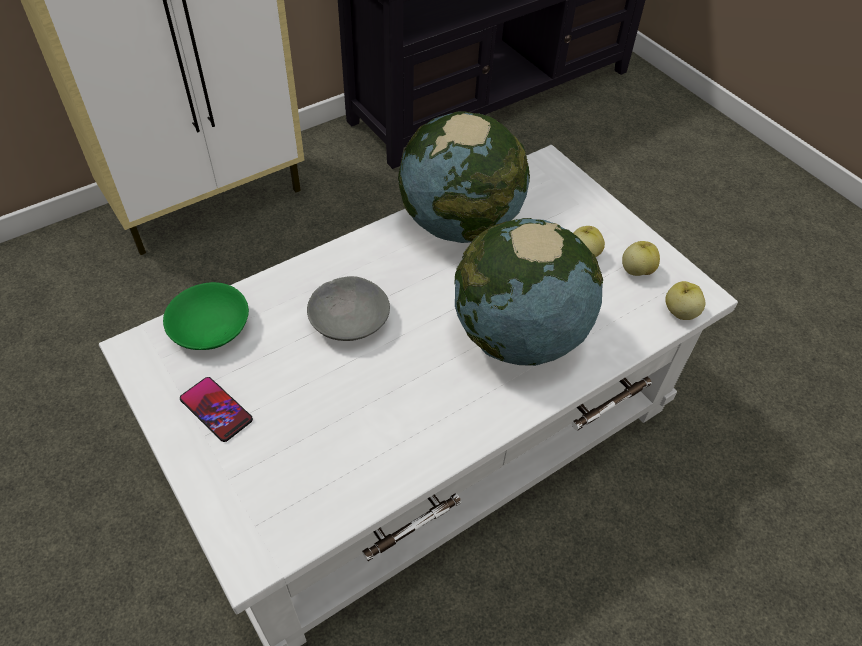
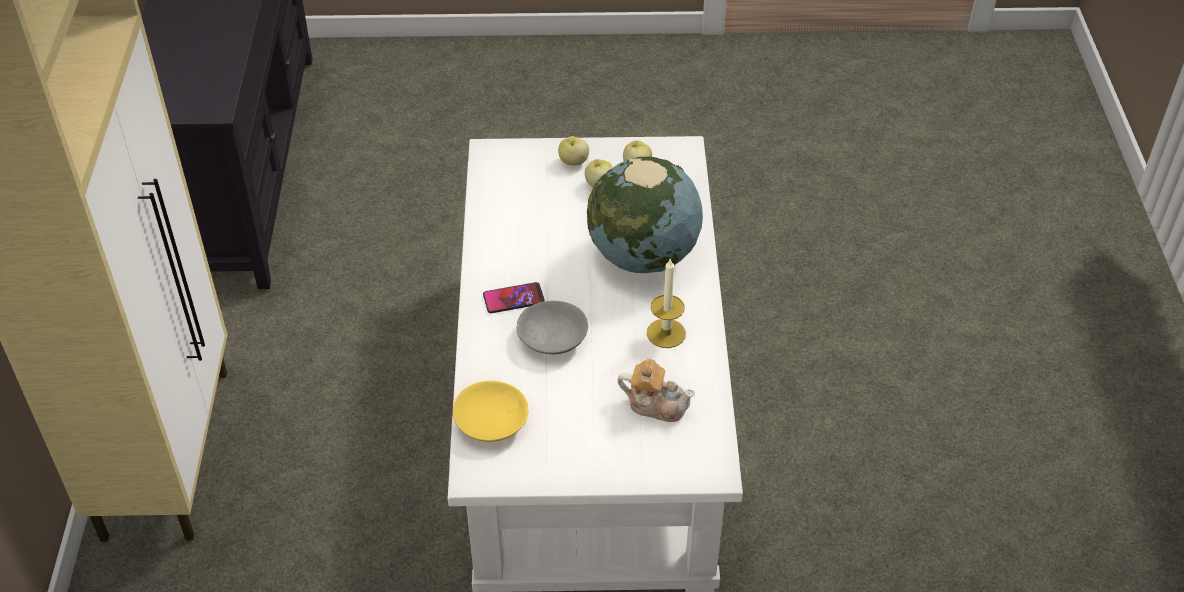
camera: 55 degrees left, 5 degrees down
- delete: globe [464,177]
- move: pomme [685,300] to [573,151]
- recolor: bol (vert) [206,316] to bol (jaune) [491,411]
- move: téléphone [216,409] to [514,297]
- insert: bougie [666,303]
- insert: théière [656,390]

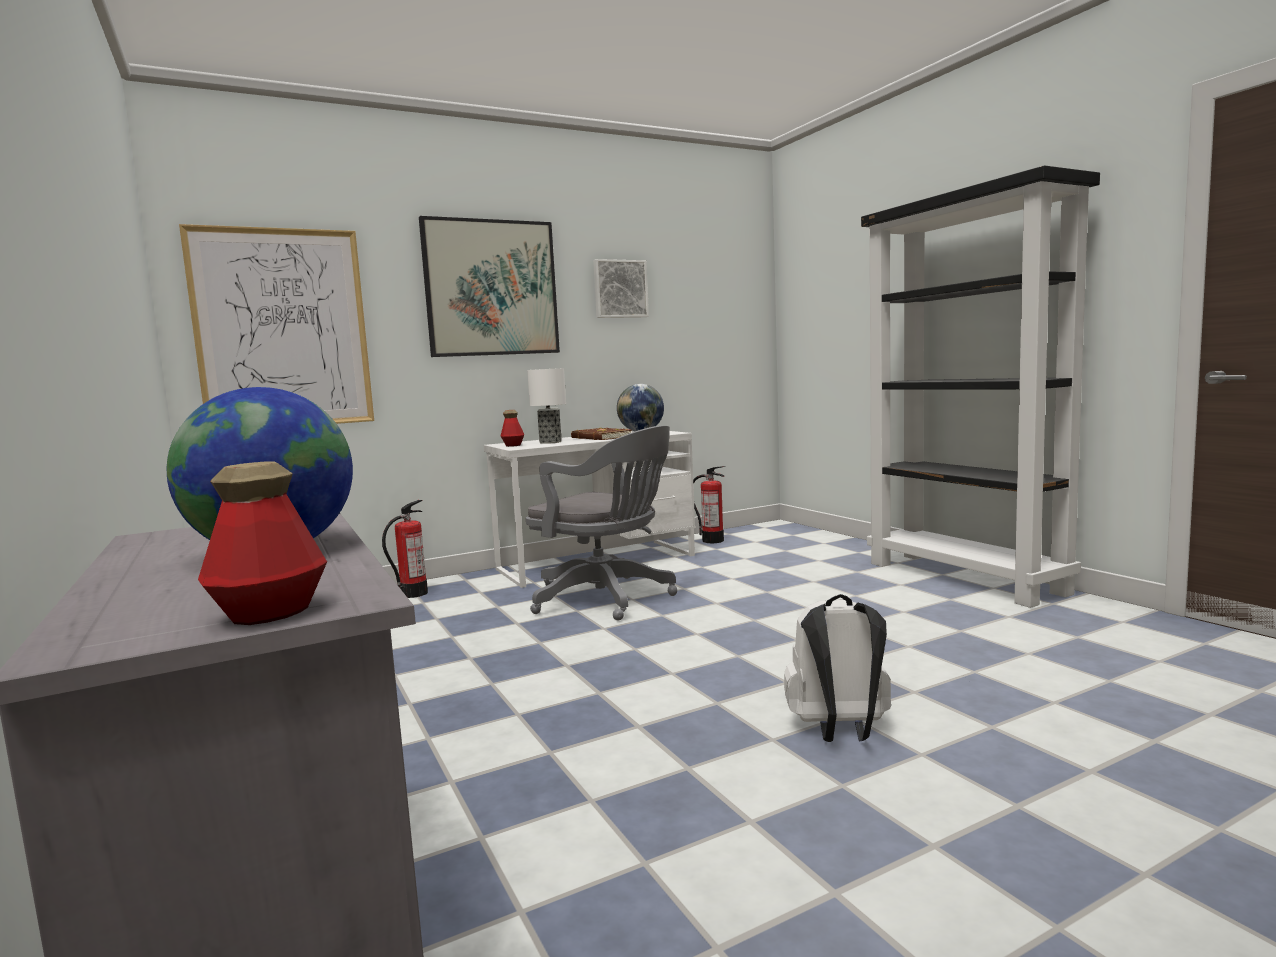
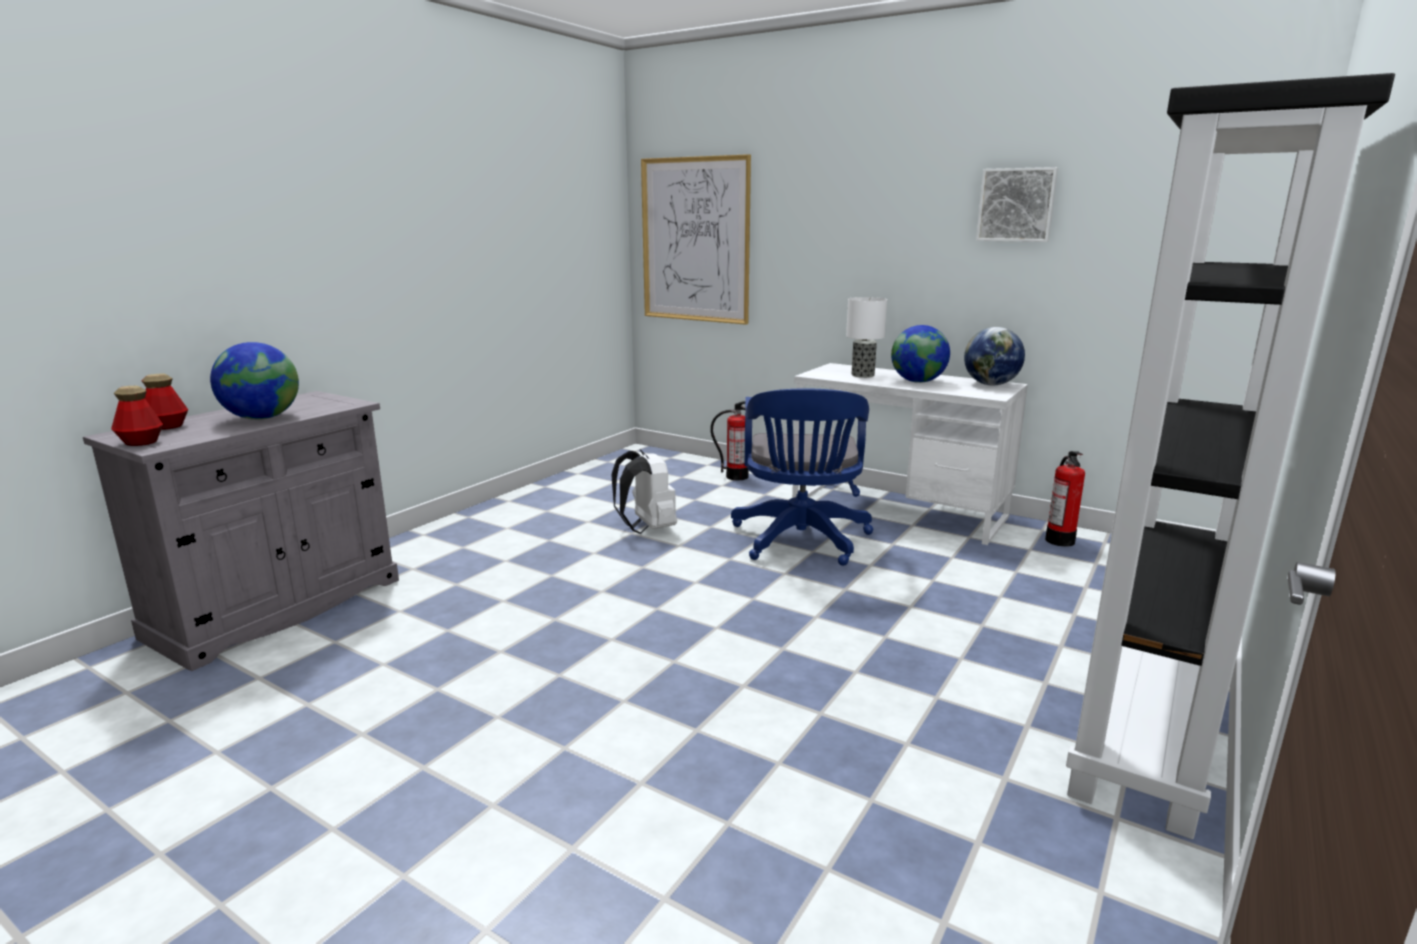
camera: 60 degrees right, 10 degrees up
- delete: tableau [489,286]
- move: bouteille [512,428] to [164,402]
- recolor: chaise de bureau (gris) [602,523] to chaise de bureau (bleu) [802,477]
- replace: livre (marron) [601,433] to globe [920,354]
- move: sac à dos (blanc) [837,668] to [644,491]

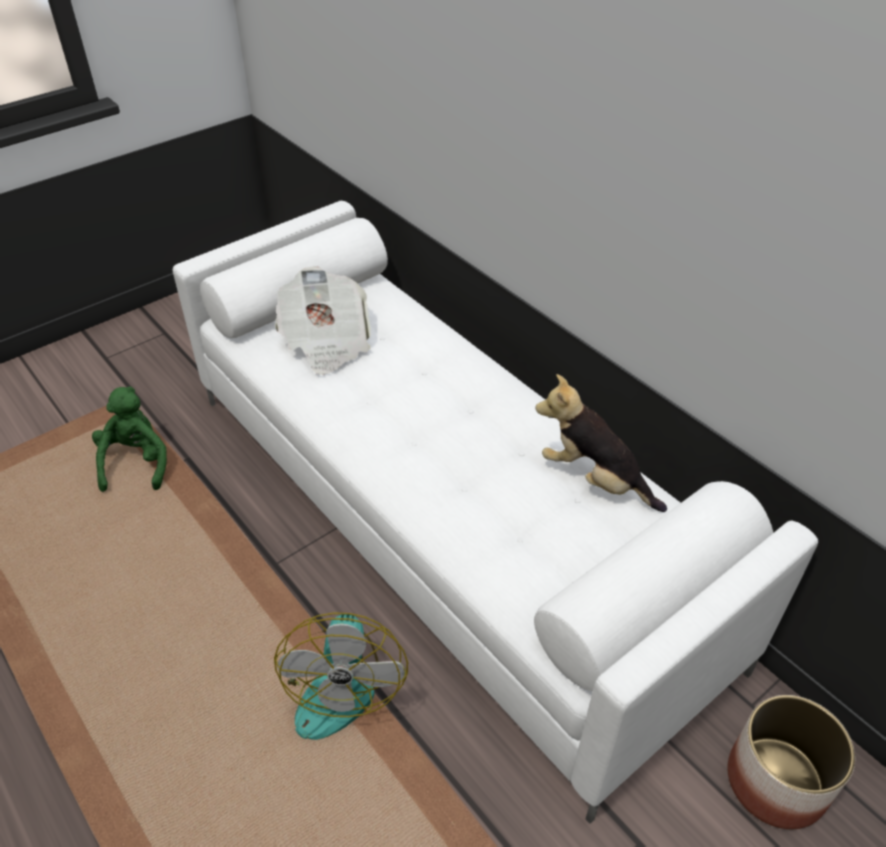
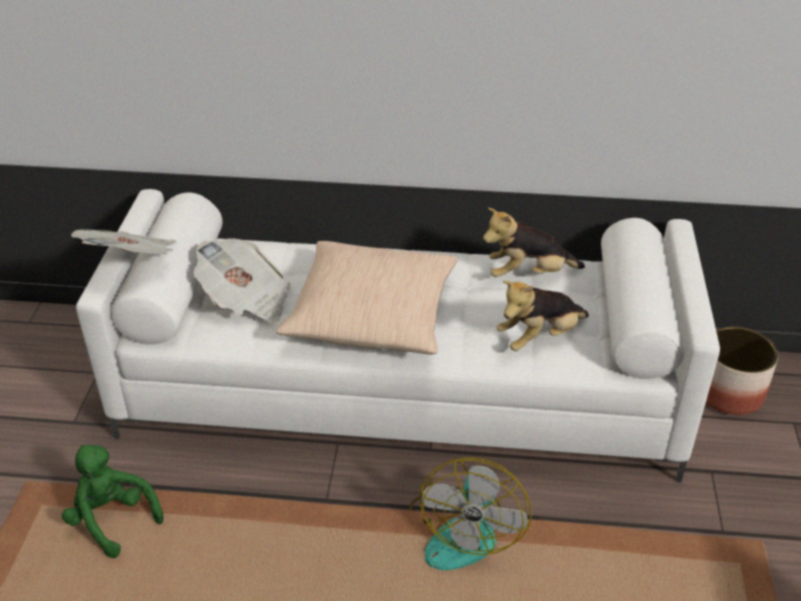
camera: 45 degrees left, 5 degrees down
- rotate: ventilateur [341,676] = [470,513] 60 degrees clockwise
- insert: journal [124,242]
- insert: coussin (beige) [367,298]
- insert: peluche [543,316]

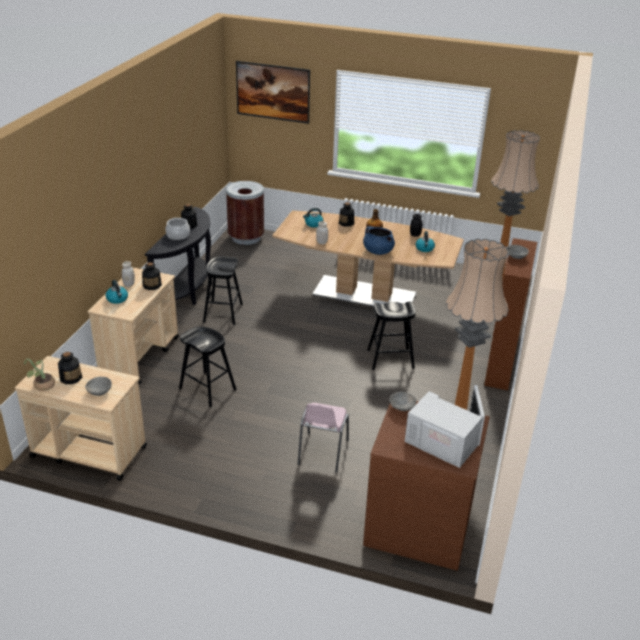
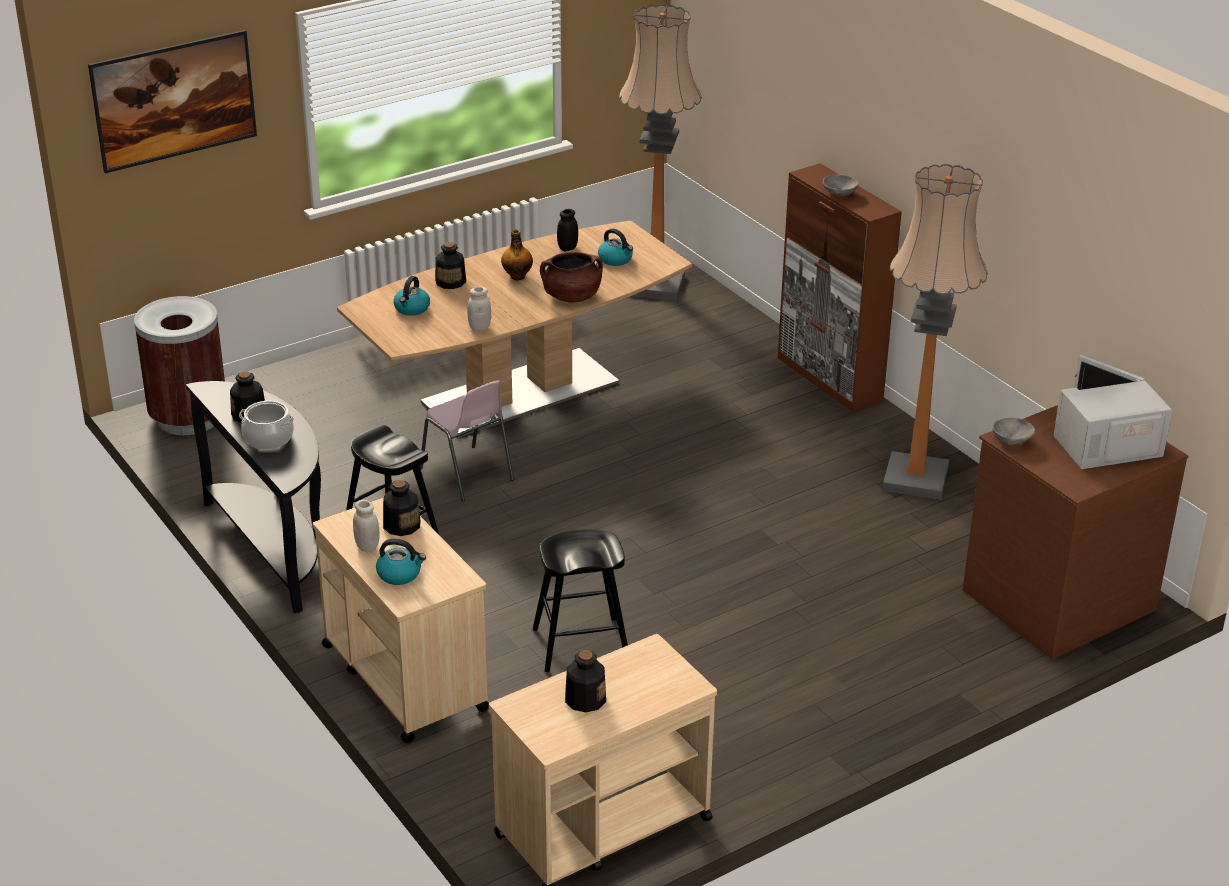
camera: 50 degrees left, 0 degrees up
- recolor: marmite (bleu) [379,240] to marmite (marron) [571,277]
- delete: tabouret (noir) [391,335]
- delete: plante en pot [39,375]
- delete: bol (gris) [98,386]
- move: chaise (rose) [323,437] to [467,440]

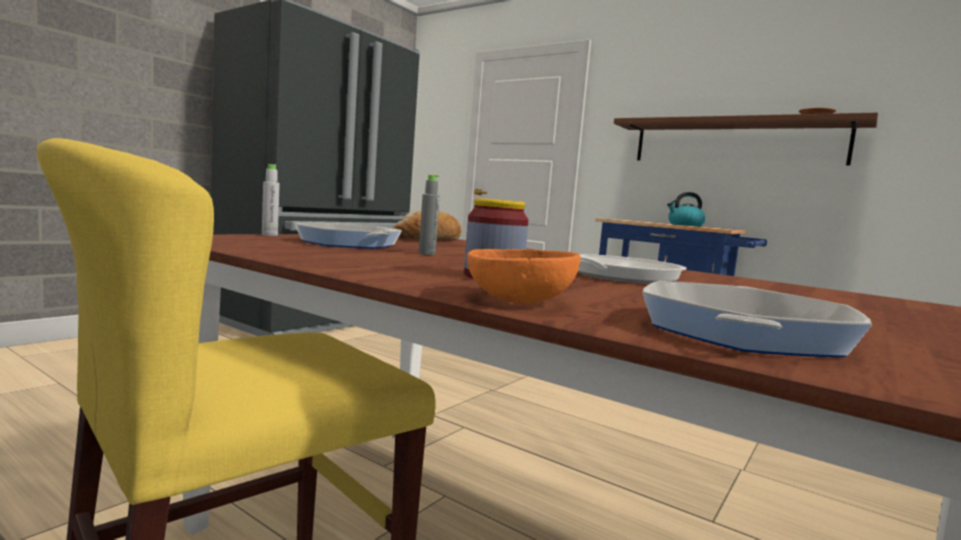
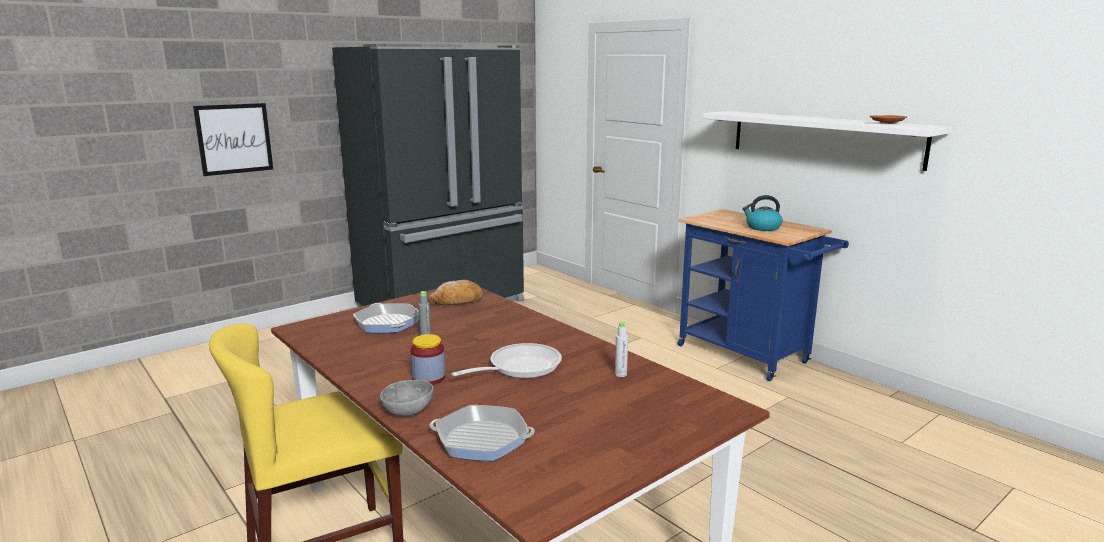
camera: 15 degrees right, 10 degrees up
- recolor: étagère (marron) [746,139] to étagère (blanc) [827,141]
- move: bouteille (gris) [271,200] to [621,349]
- recolor: bol (orange) [524,276] to bol (gris) [407,398]
- rotate: poêle [757,319] = [482,433] 60 degrees clockwise
- insert: tableau [233,139]

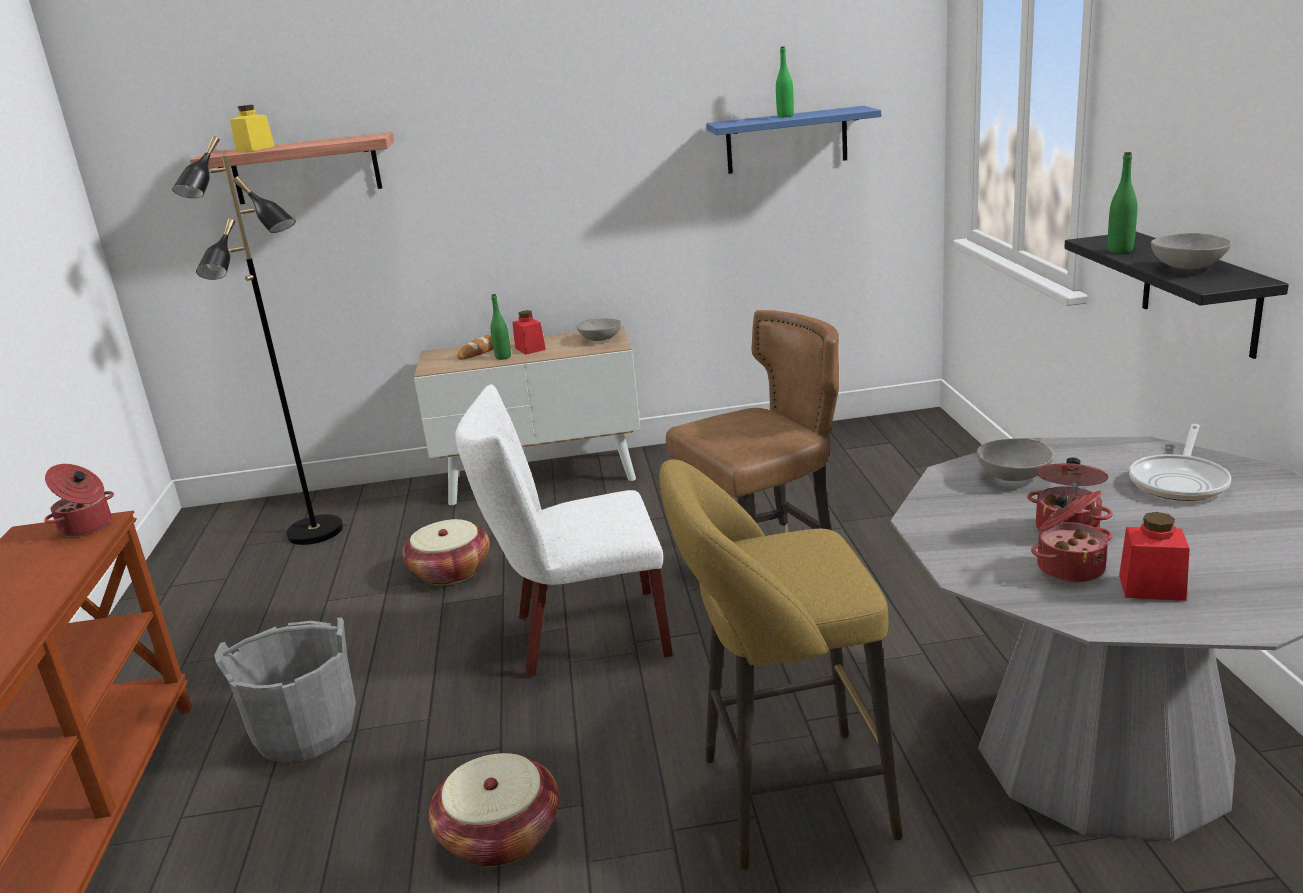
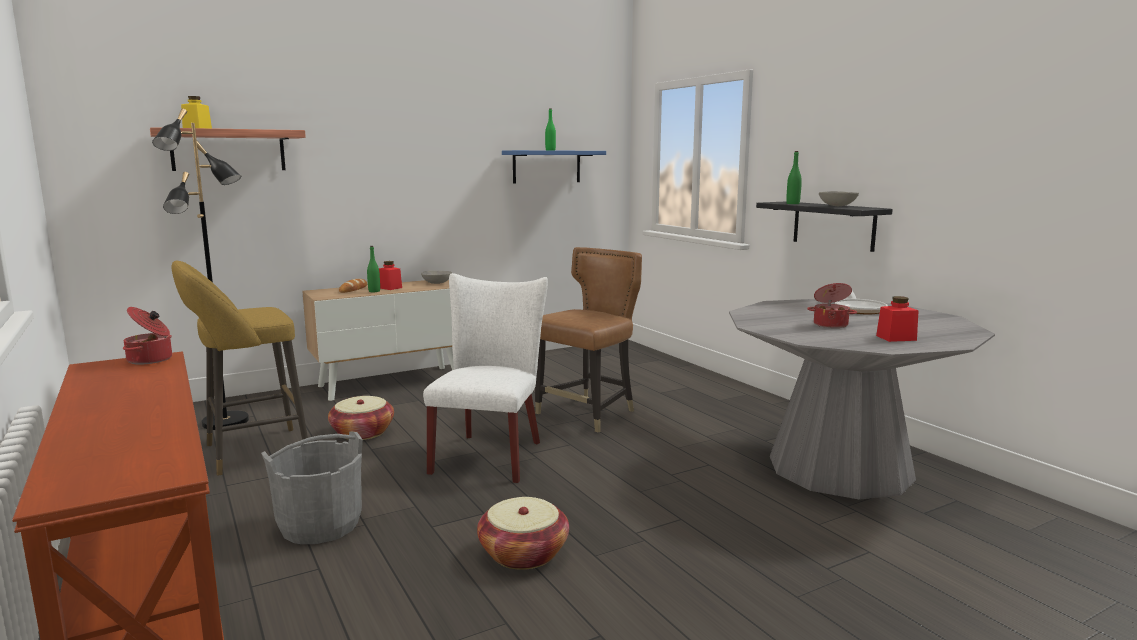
camera: 25 degrees left, 10 degrees down
- rotate: chaise (blanc) [564,531] = [485,378] 135 degrees clockwise
- delete: bol (gris) [1015,459]
- move: tabouret (jaune) [781,664] to [240,368]
- delete: marmite [1072,536]

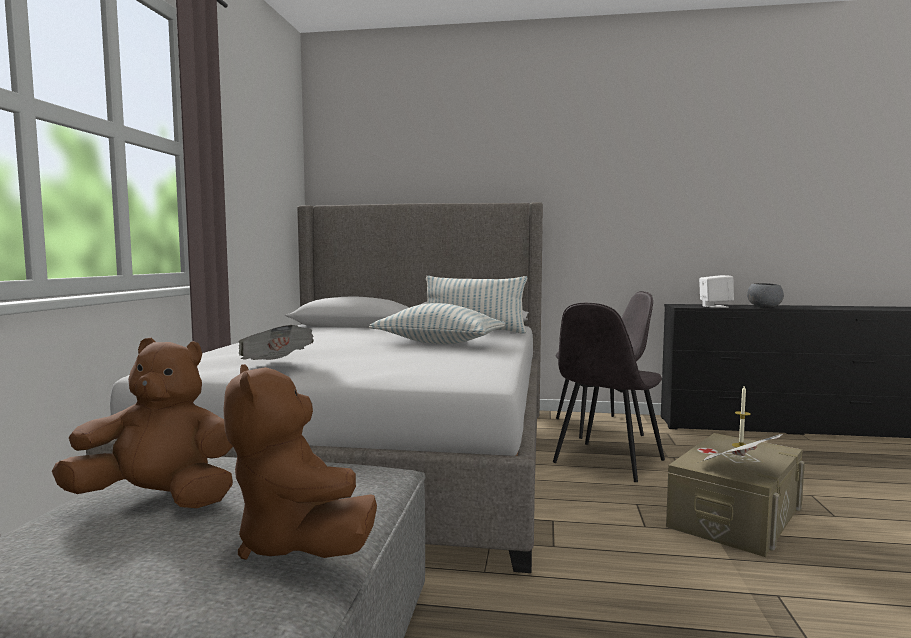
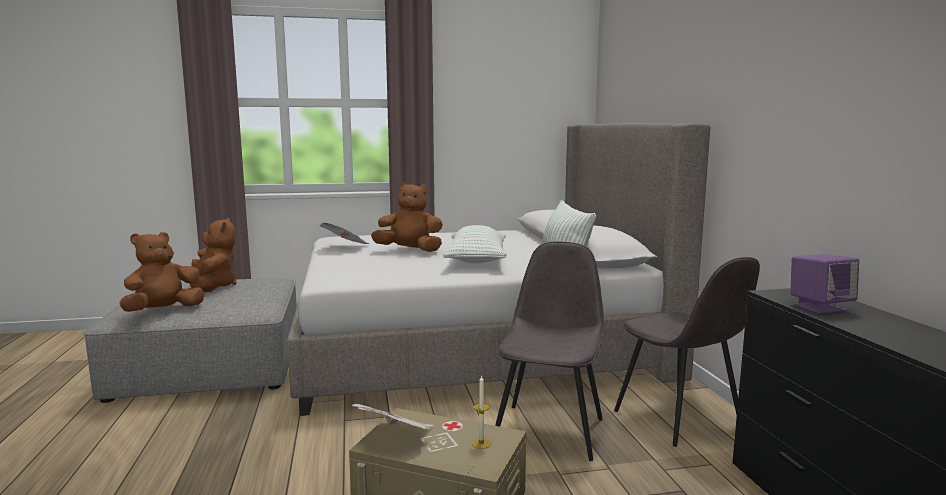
camera: 70 degrees right, 5 degrees up
- recolor: enceinte (blanc) [716,291] to enceinte (violet) [824,284]
- delete: bol (gris) [765,295]
- rotate: chaise (gris) [609,392] = [549,351] 90 degrees clockwise
- insert: peluche (marron) [407,217]

